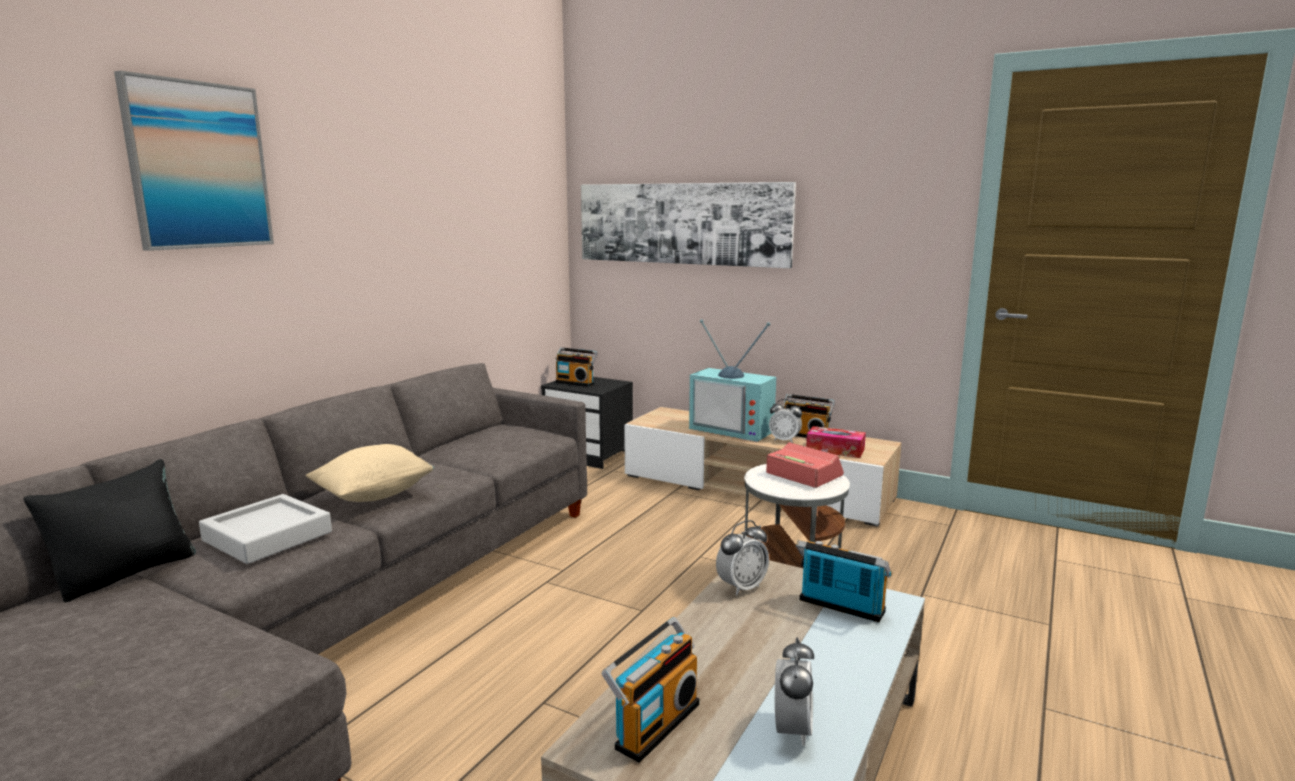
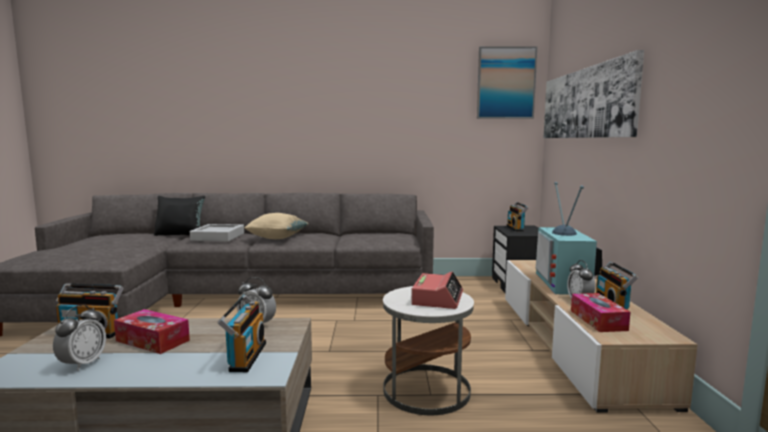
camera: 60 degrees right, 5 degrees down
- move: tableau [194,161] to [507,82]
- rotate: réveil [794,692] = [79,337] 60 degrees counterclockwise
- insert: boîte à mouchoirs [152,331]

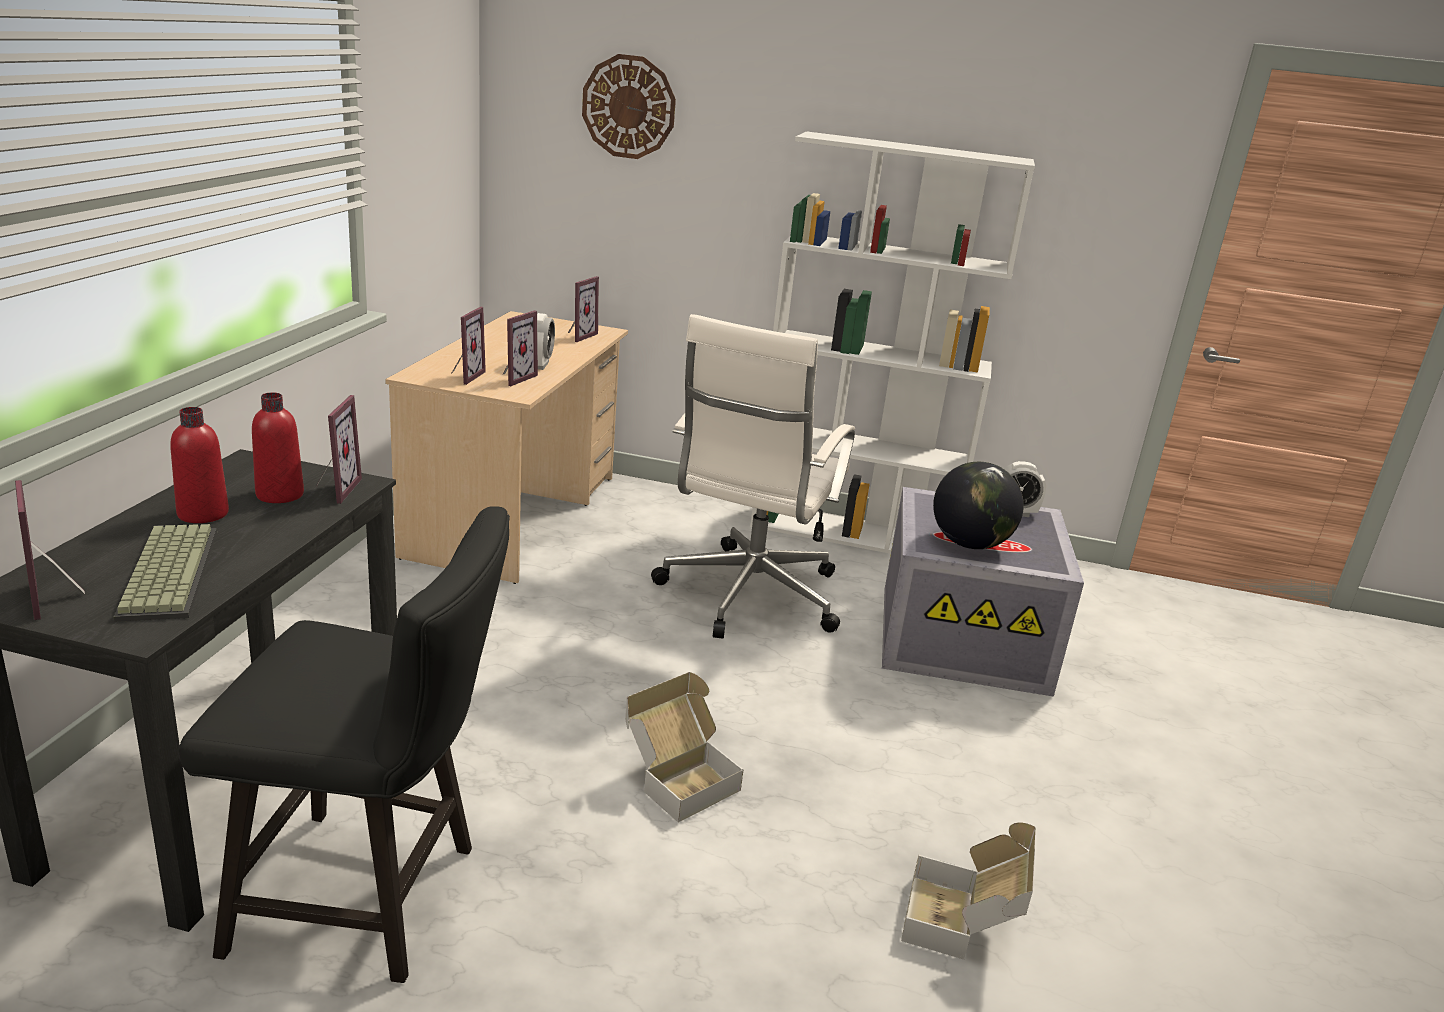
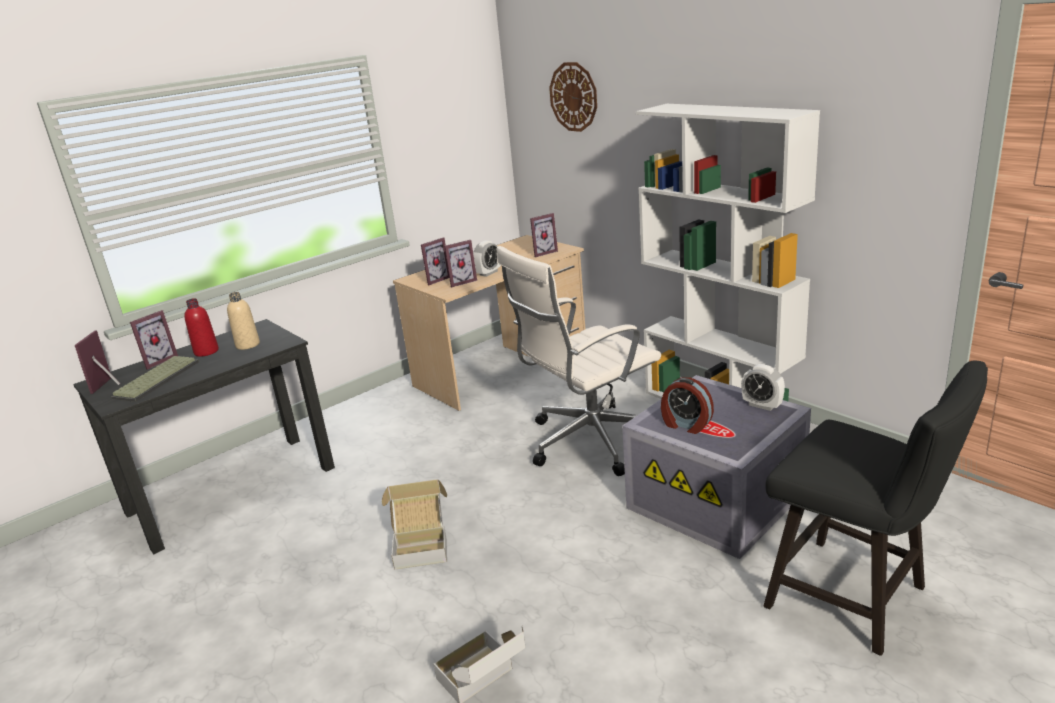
camera: 40 degrees right, 0 degrees up
- recolor: bouteille (rouge) [278,447] to bouteille (beige) [243,321]
- move: cadre photo [339,449] to [154,340]
- replace: globe [978,505] to réveil [687,405]
- move: chaise (noir) [344,744] to [875,508]

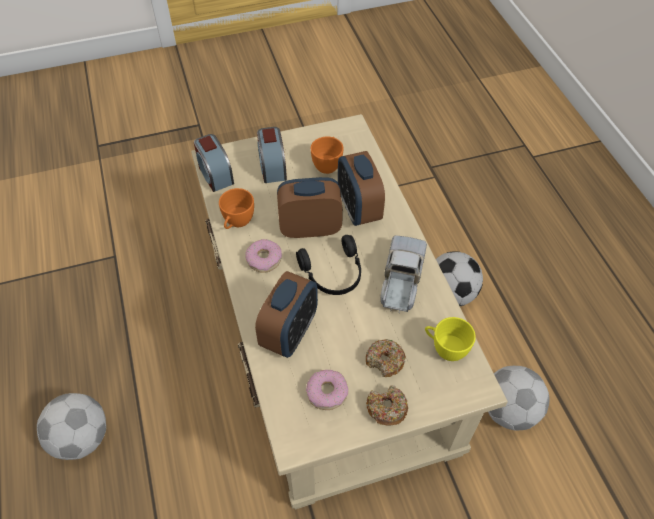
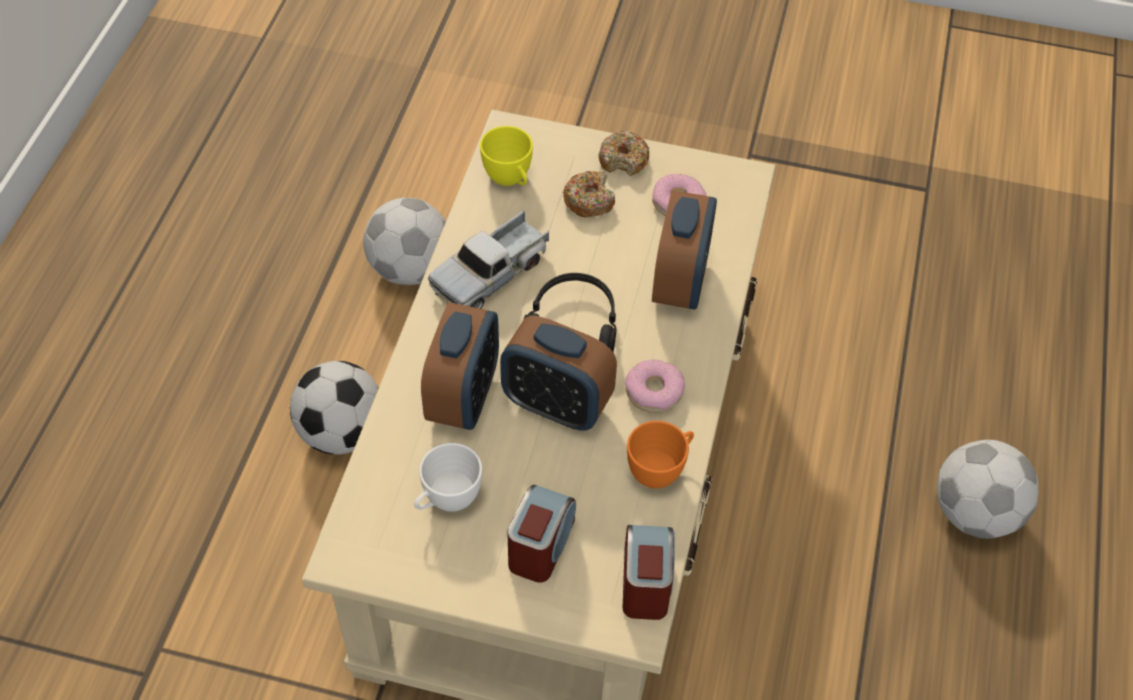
camera: 150 degrees left, 0 degrees up
- recolor: tasse (orange) [327,155] to tasse (blanc) [448,477]
- rotate: réveil [286,314] = [684,249] 135 degrees clockwise

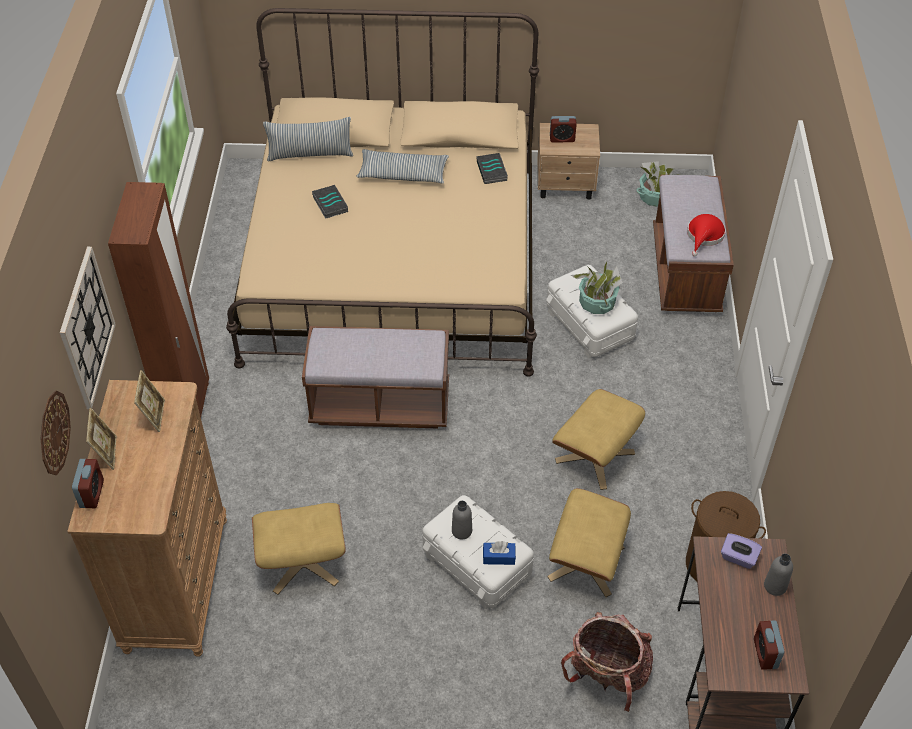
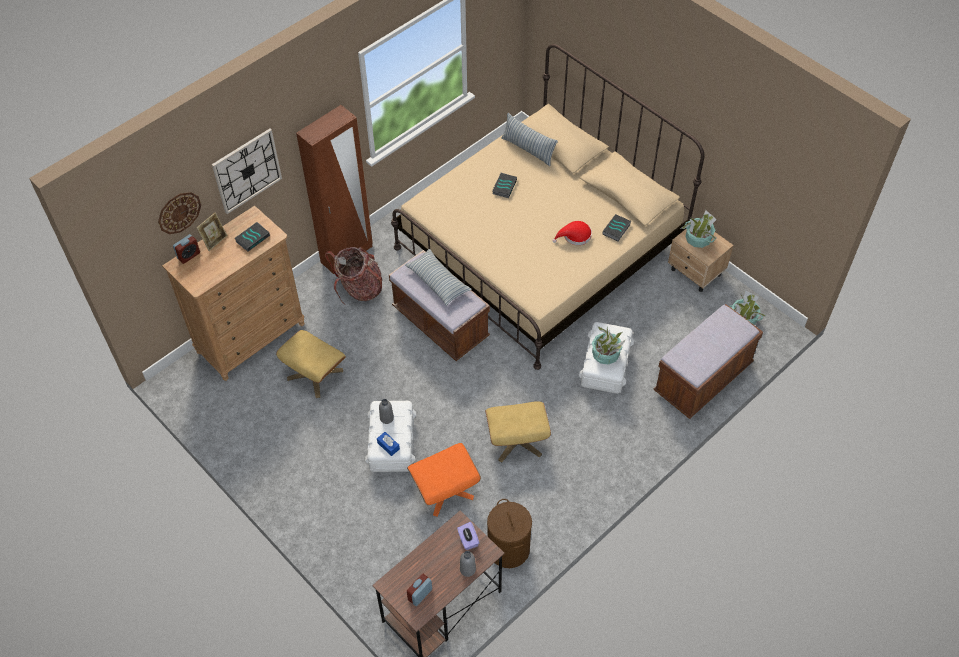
camera: 45 degrees right, 5 degrees up
- replace: réveil [563,129] to plante en pot [698,229]
- move: coussin [402,166] to [438,277]
- move: chapeau (rouge) [706,235] to [572,233]
- replace: cadre photo [149,401] to livre [252,237]
- recolor: pouf (beige) [589,542] to pouf (orange) [444,480]
- move: sac à dos [607,662] to [353,275]

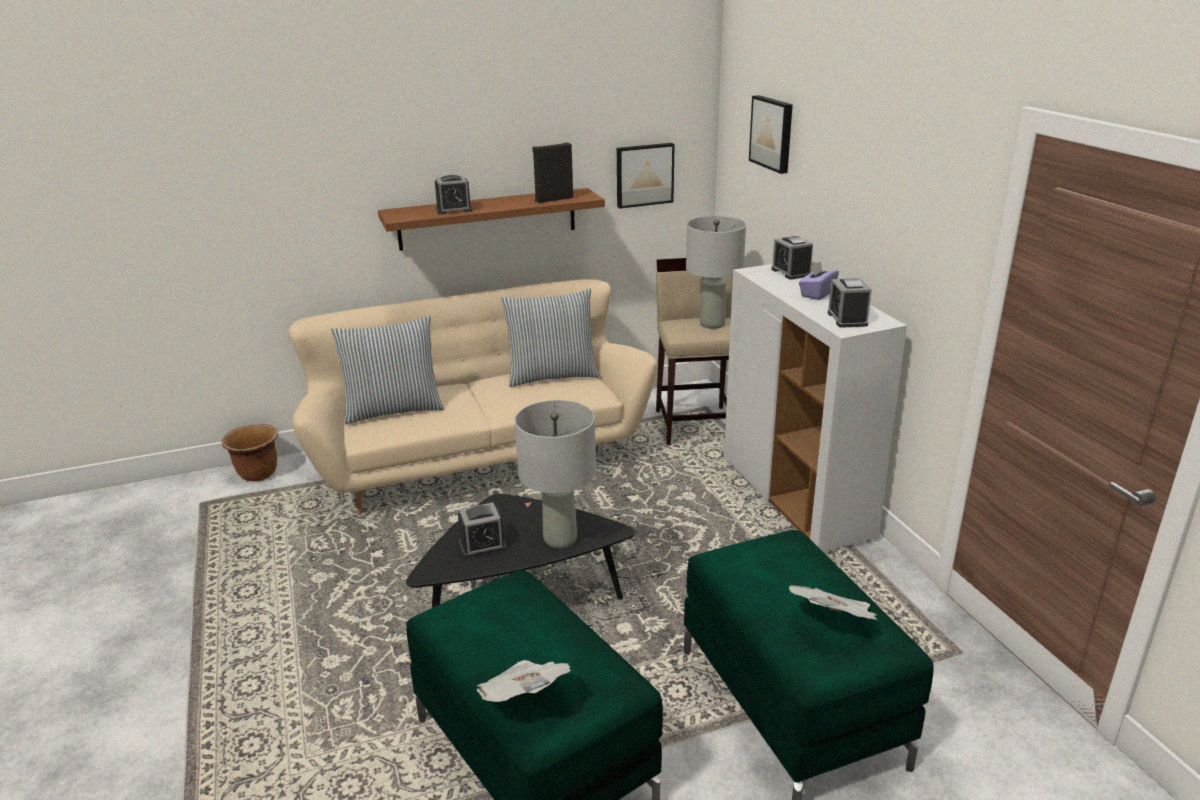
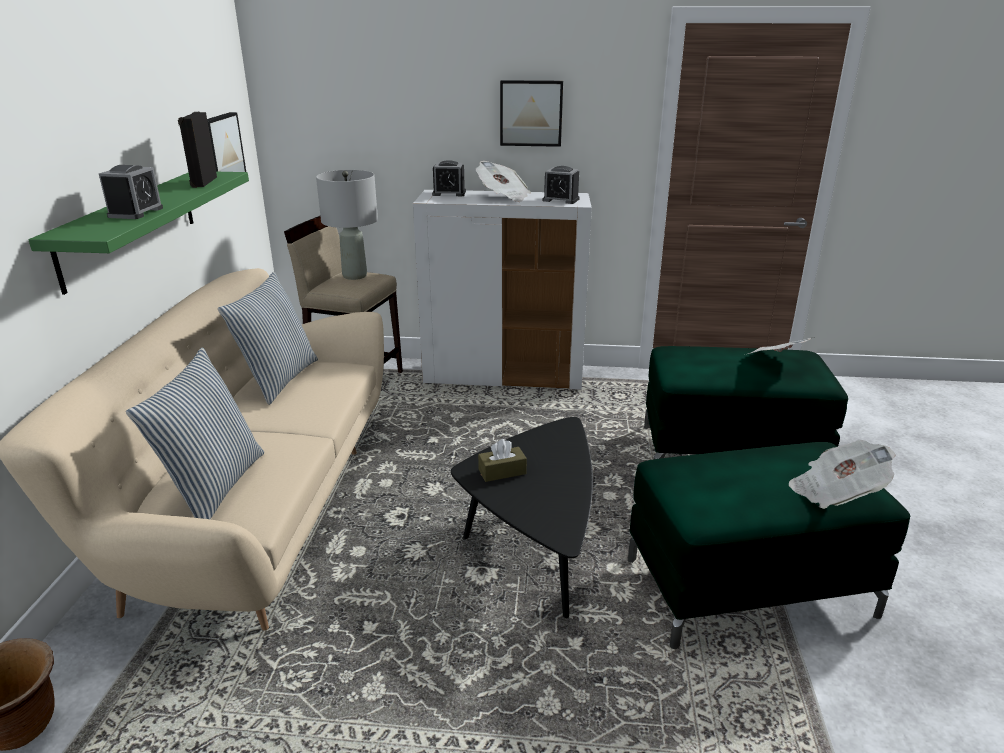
camera: 65 degrees left, 0 degrees up
- move: tableau [771,134] to [531,113]
- recolor: étagère (marron) [491,219] to étagère (vert) [138,233]
- replace: boîte à mouchoirs (violet) [819,280] to journal [503,181]
- delete: lampe de table (gris) [555,474]
- delete: réveil [482,530]
- insert: boîte à mouchoirs (marron) [502,460]

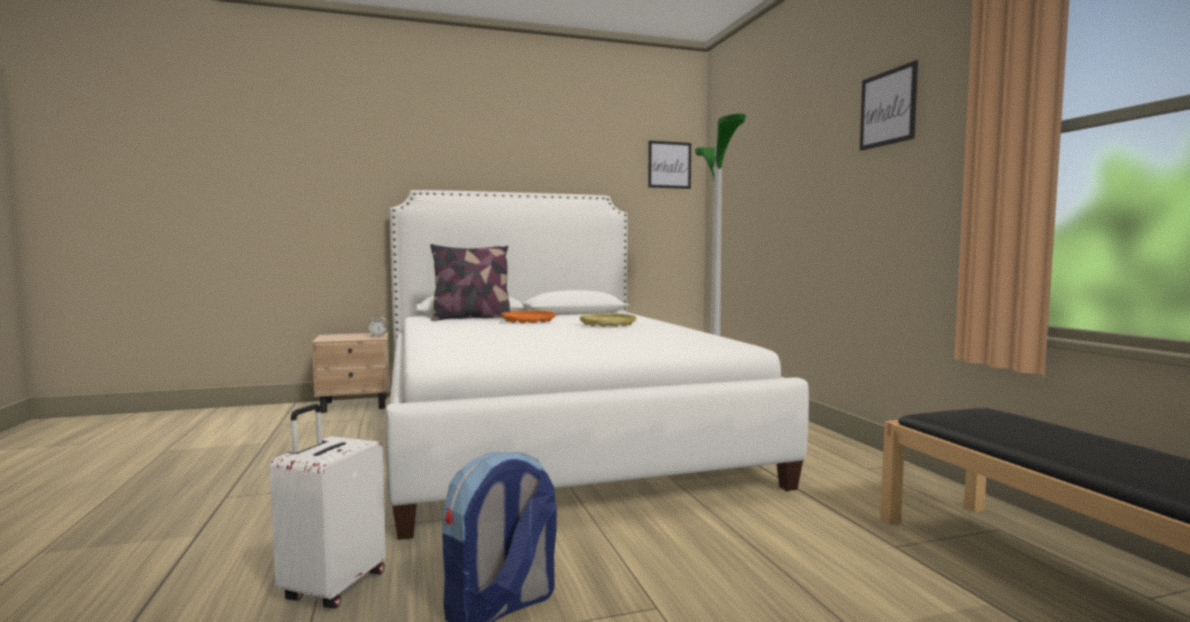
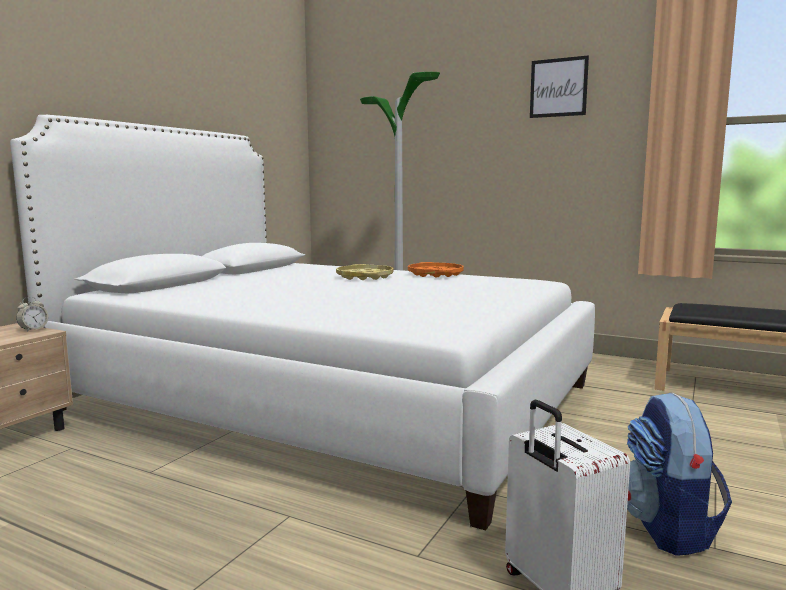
camera: 45 degrees left, 5 degrees up
- delete: tableau [669,164]
- delete: coussin [470,282]
- move: plateau (orange) [529,317] to [436,269]

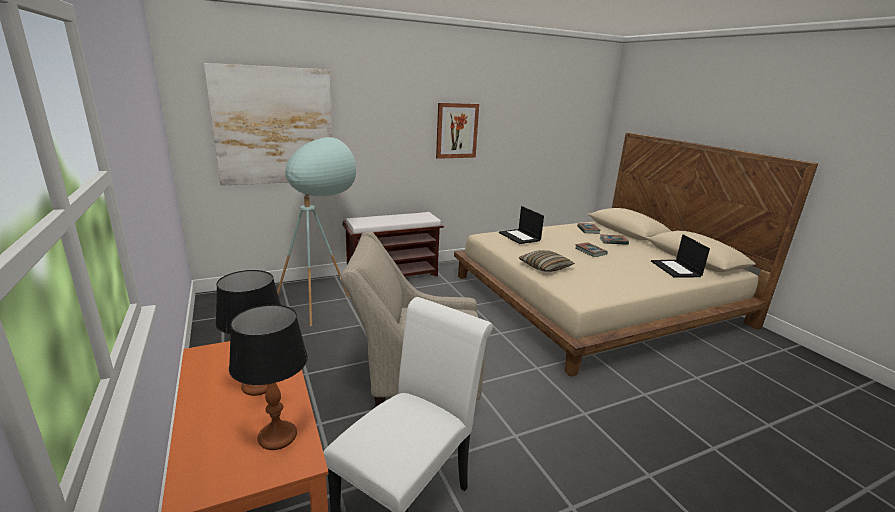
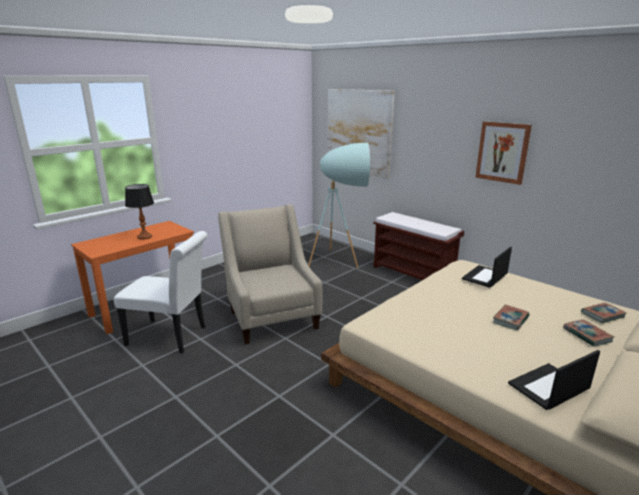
camera: 70 degrees right, 0 degrees up
- delete: coussin [547,261]
- delete: lampe de table [268,377]

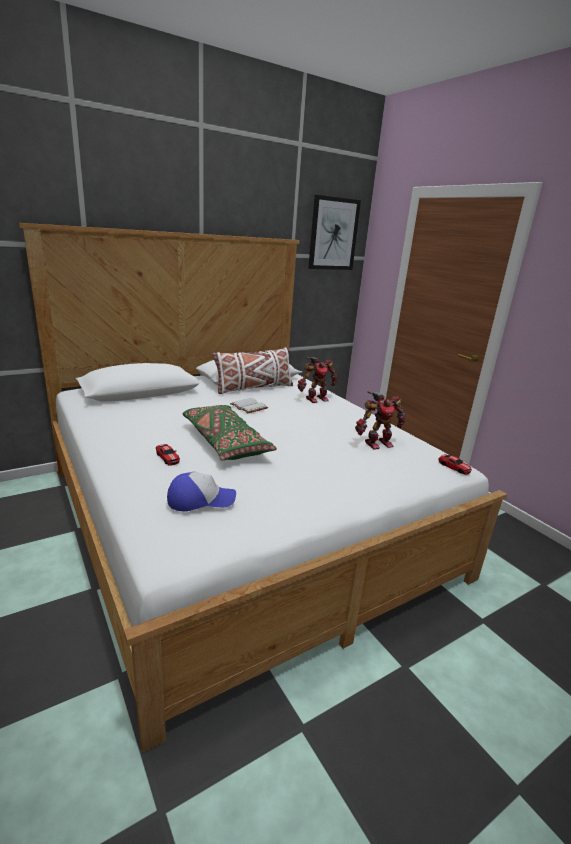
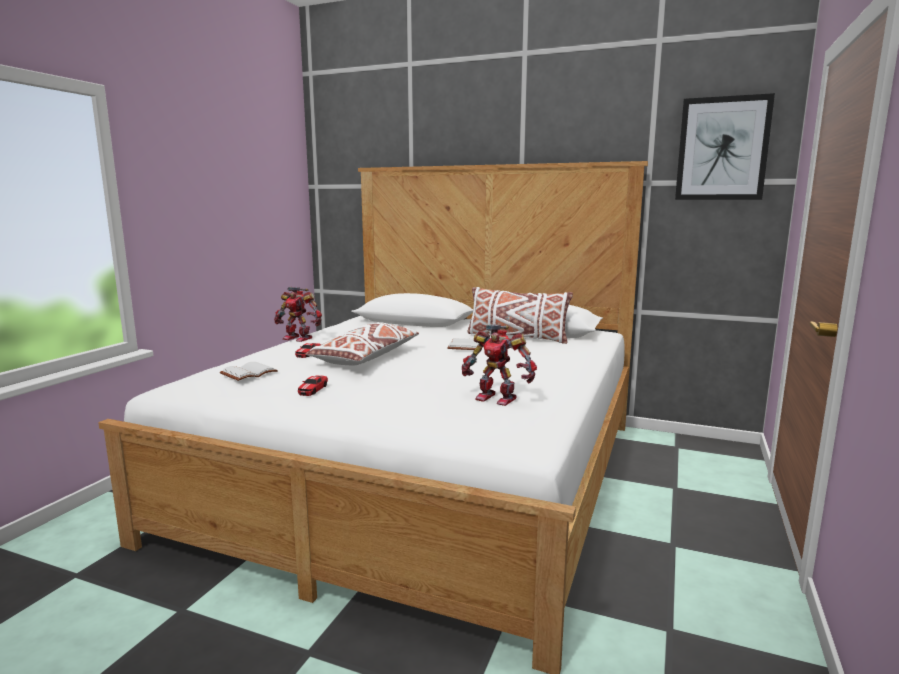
camera: 55 degrees right, 10 degrees down
- move: robot jouet [317,380] to [298,314]
- recolor: coussin (vert) [230,432] to coussin (blanc) [362,344]
- move: petite voiture [455,464] to [313,385]
- replace: casquette [201,491] to livre (blanc) [249,371]

